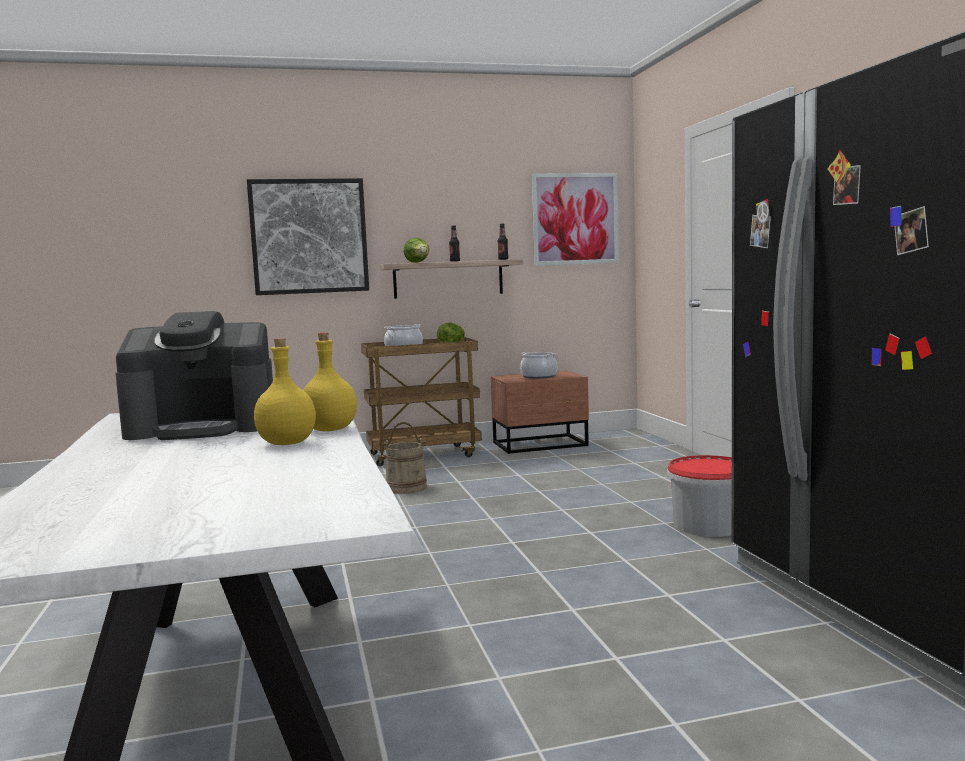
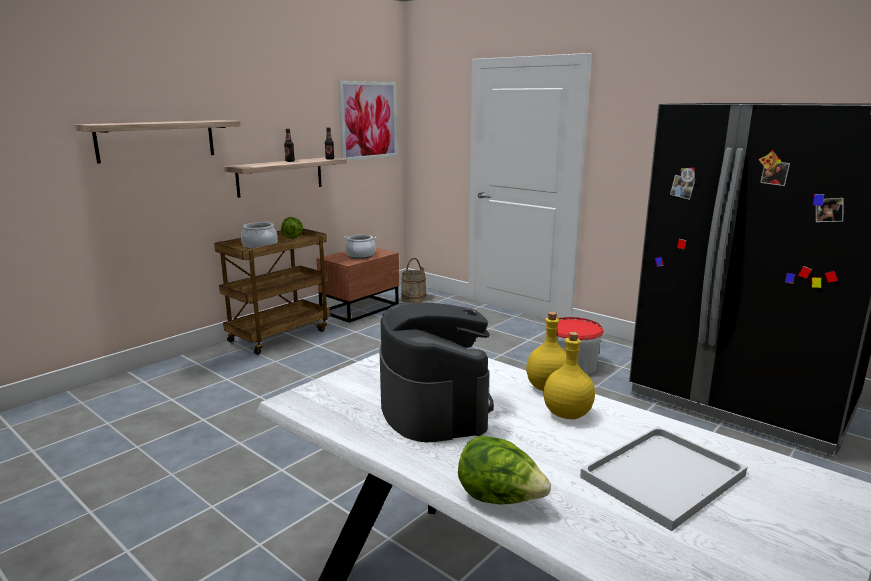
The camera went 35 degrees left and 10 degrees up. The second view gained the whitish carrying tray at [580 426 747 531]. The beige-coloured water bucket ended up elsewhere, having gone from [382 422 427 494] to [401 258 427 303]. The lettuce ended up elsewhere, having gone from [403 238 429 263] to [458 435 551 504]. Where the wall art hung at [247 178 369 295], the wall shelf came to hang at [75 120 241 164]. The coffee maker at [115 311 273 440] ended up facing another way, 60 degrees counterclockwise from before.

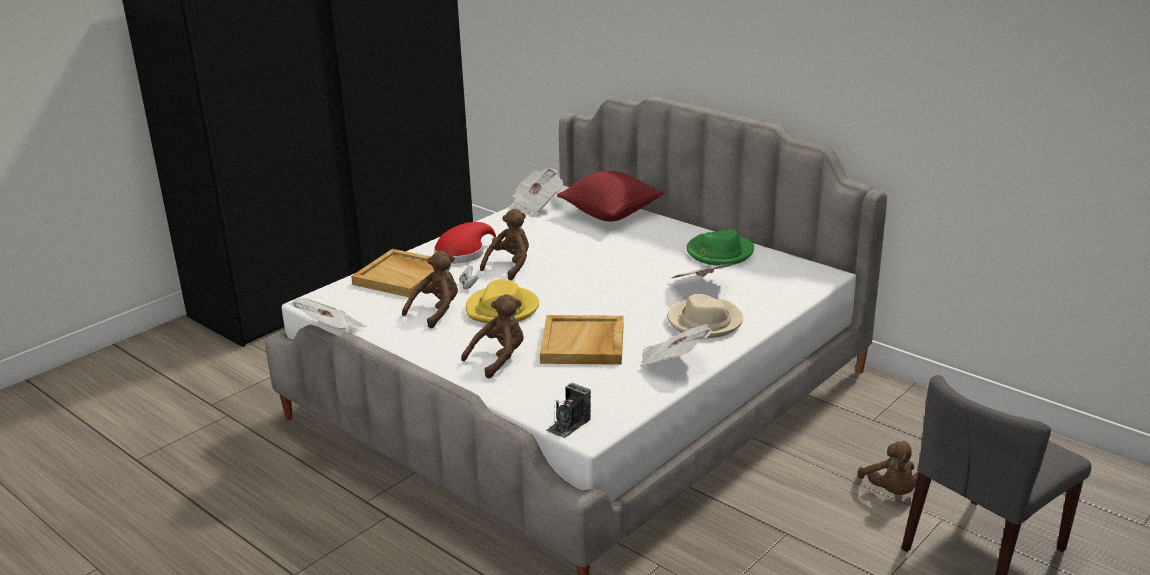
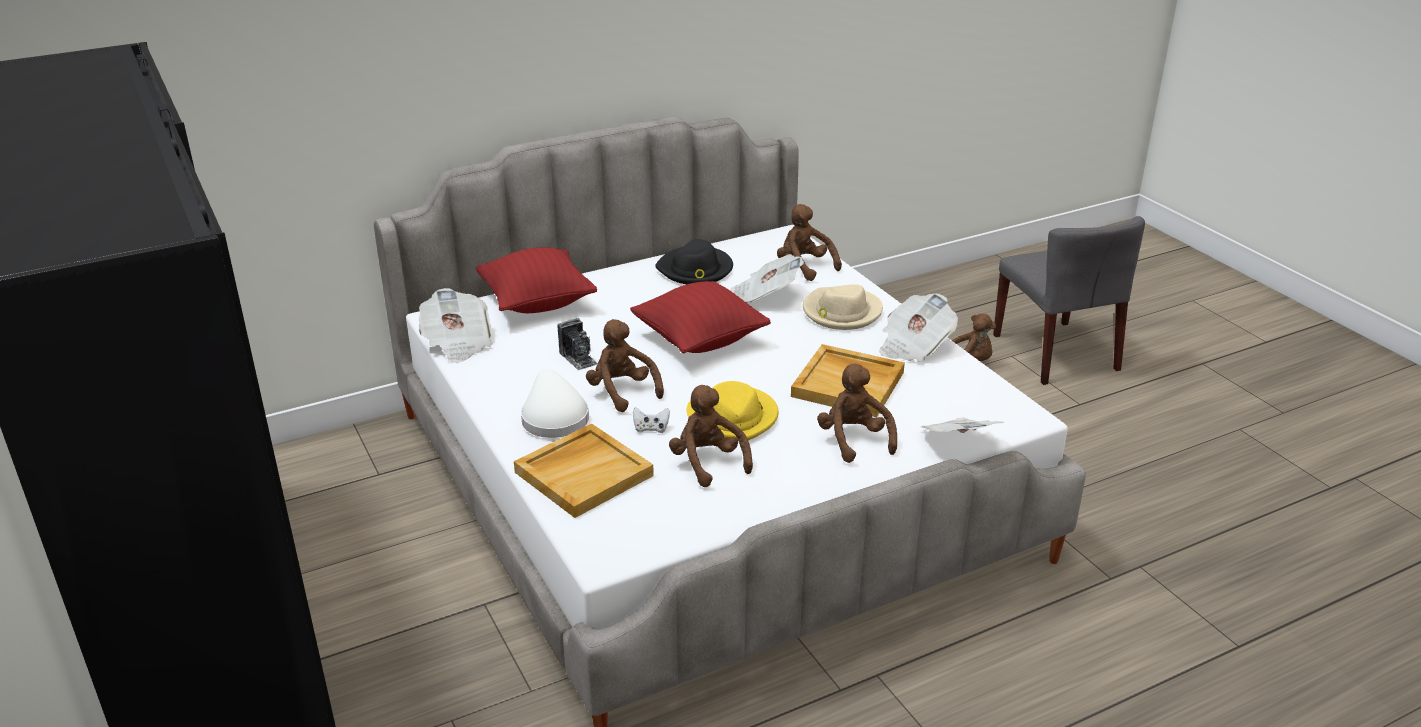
The camera went 70 degrees left and 5 degrees up. The second view gained the reddish cushion at [630 281 771 353]. The second view gained the brown soft toy at [777 204 842 281]. The newspaper ended up elsewhere, having gone from [289 298 367 329] to [921 418 1004 433]. The still camera ended up elsewhere, having gone from [546 383 591 438] to [557 318 598 371]. What was the reddish wearable hat at [434 222 497 263] turned into the whitish wearable hat at [521 369 589 438]. What was the green-coloured wearable hat at [686 229 754 265] turned into the black-coloured wearable hat at [655 239 733 284].

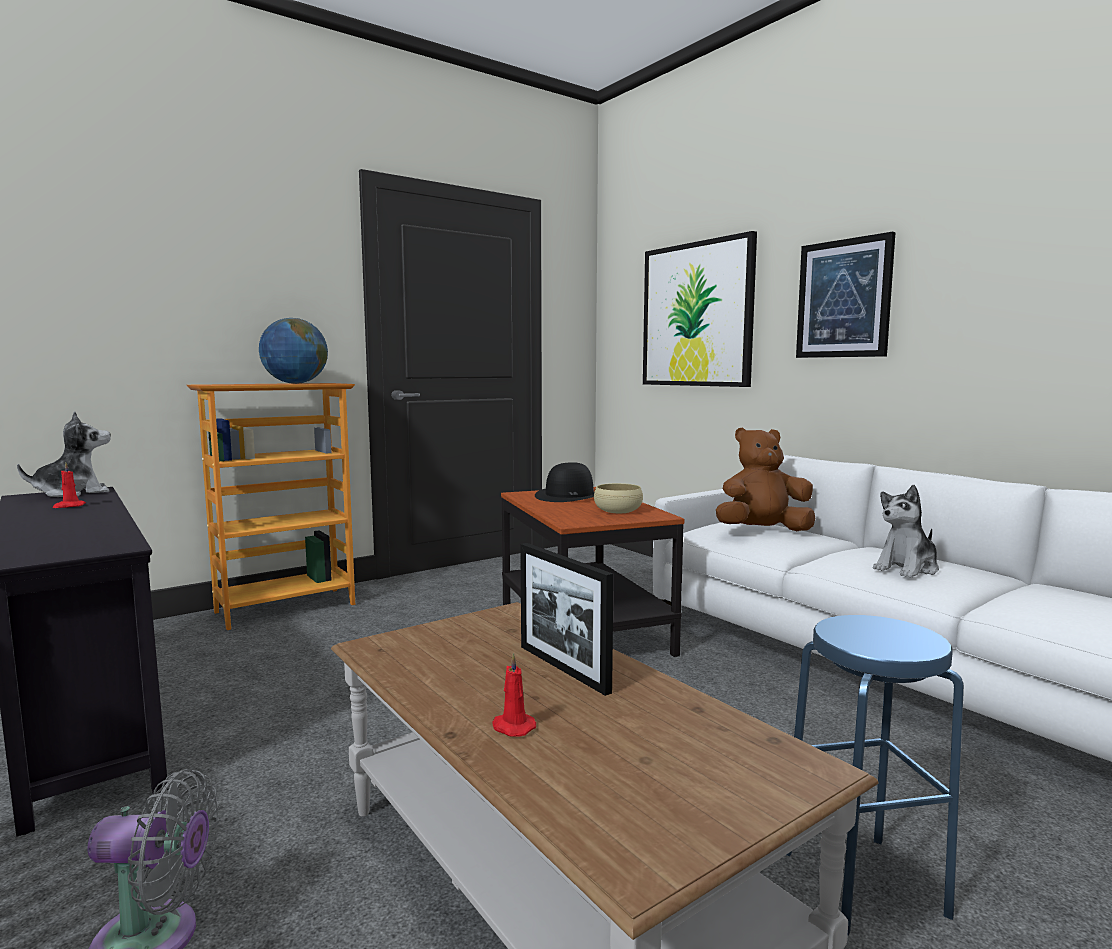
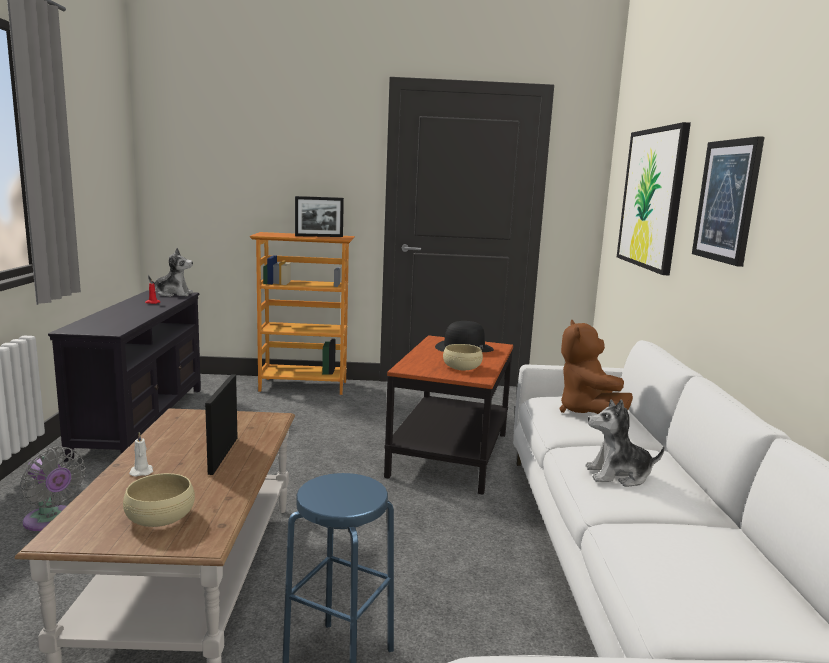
The camera went 35 degrees right and 5 degrees up. The second view gained the beige-coloured bowl at [123 473 195 527]. Where the globe stood at [259 318 328 384], the standing frame came to stand at [295 196 344 237]. What was the reddish wax light at [492 653 536 737] turned into the whitish wax light at [129 432 153 477]. The brown soft toy at [716 427 815 531] ended up facing another way, 120 degrees counterclockwise from before.

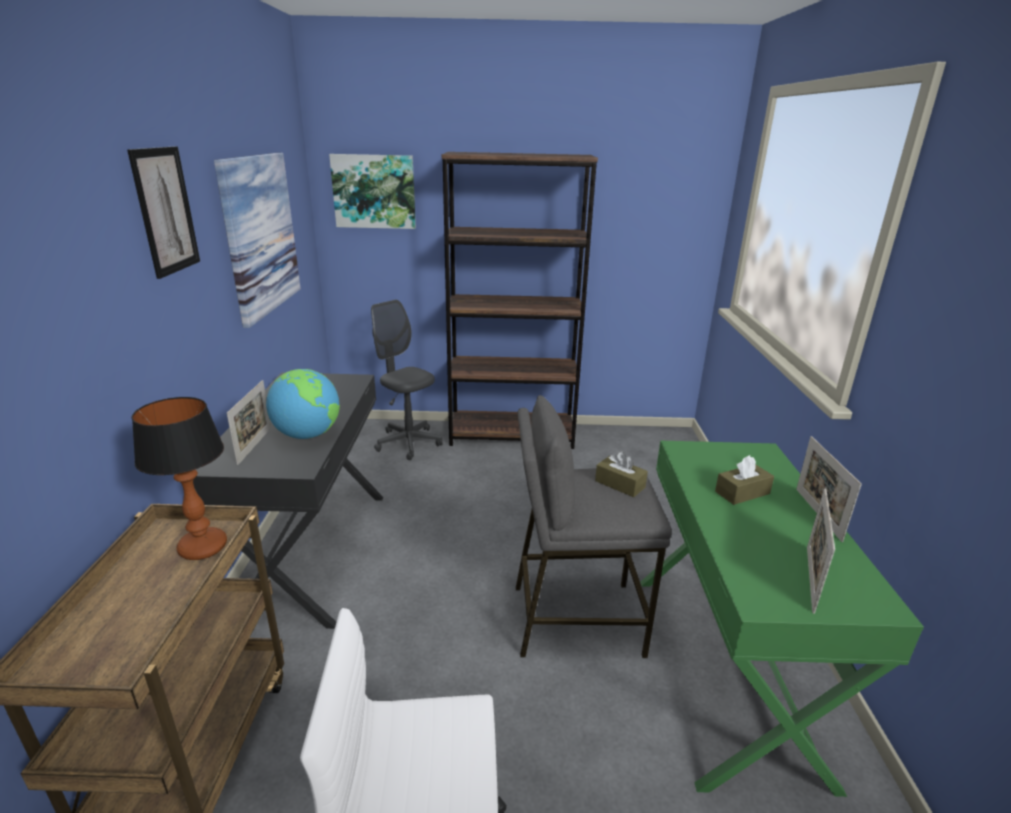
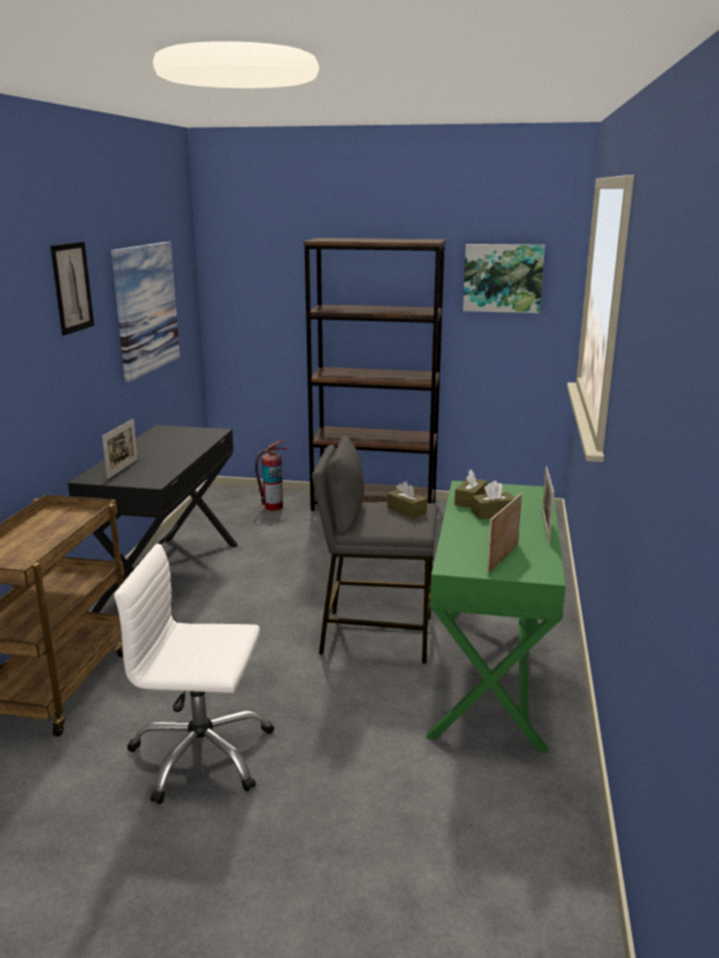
The camera went 10 degrees right and 5 degrees down. The second view lost the table lamp at [131 397 227 560]. The second view lost the globe at [266 369 340 439]. The second view gained the brown tissue holder at [455 469 488 508]. The wall art ended up elsewhere, having gone from [329 154 416 229] to [463 244 545 313]. Where the gray desk chair stood at [371 300 443 460], the fire extinguisher came to stand at [255 440 287 511].

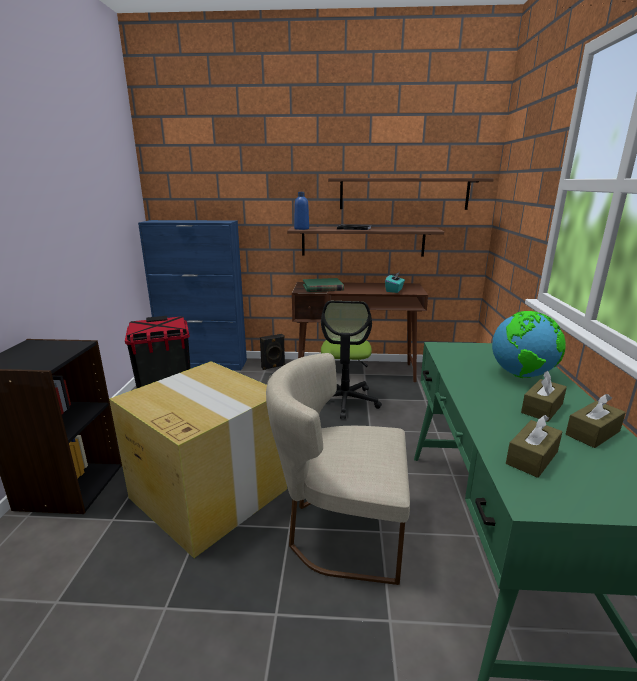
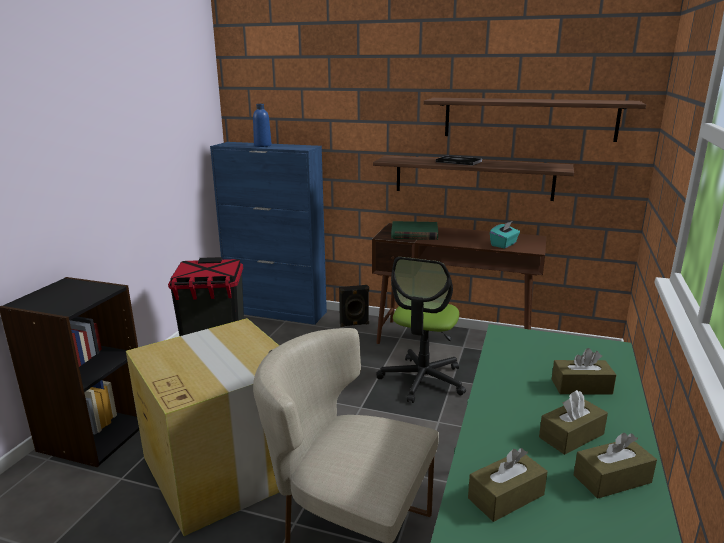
The camera went 15 degrees right and 0 degrees up. The blue-coloured bottle ended up elsewhere, having gone from [294 192 309 230] to [253 104 272 147]. Where the globe stood at [492 311 566 378], the brown tissue holder came to stand at [552 348 616 395].

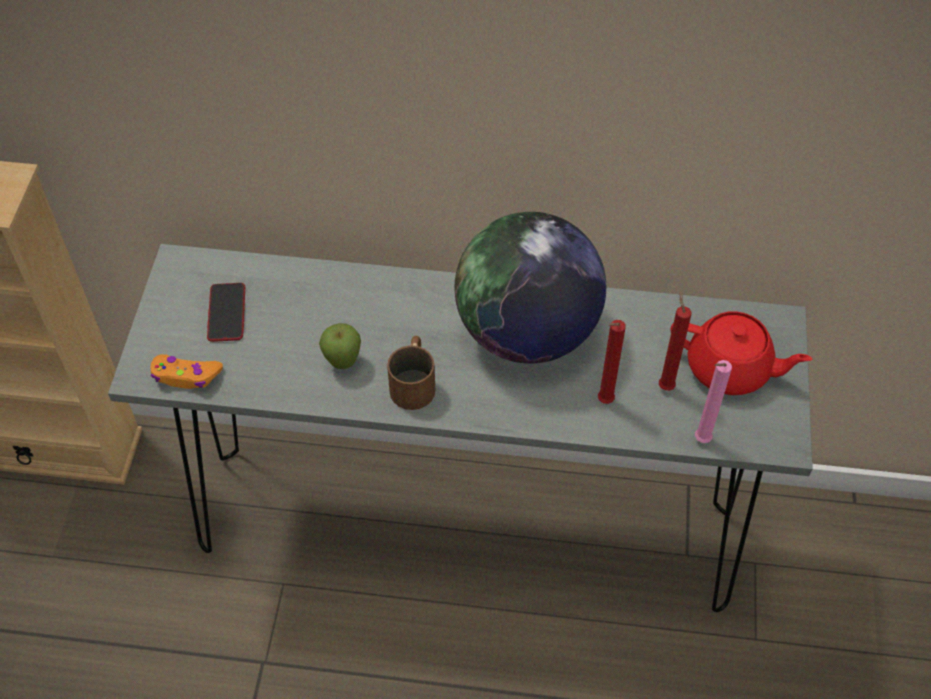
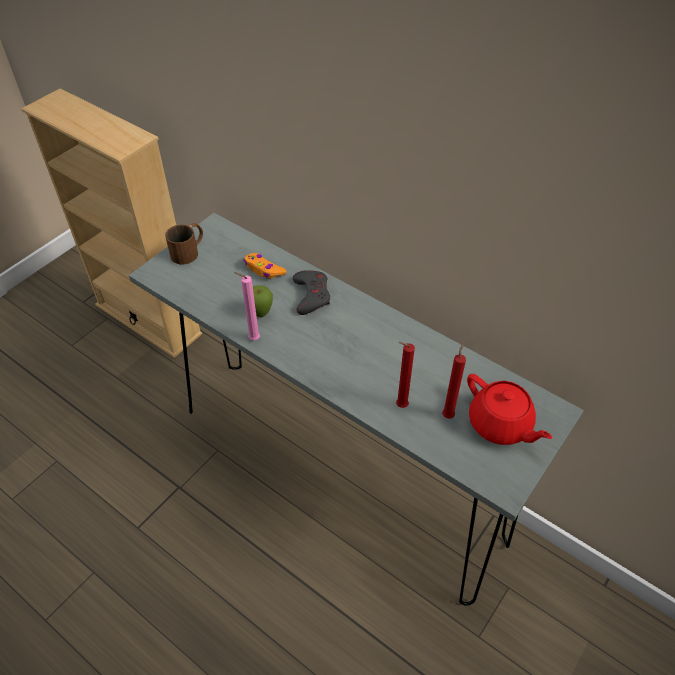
The camera went 30 degrees right and 5 degrees down. The second view lost the telephone at [207 283 245 342]. The second view lost the globe at [455 212 606 364]. The second view gained the gray gamepad at [293 270 330 315]. The orange gamepad ended up elsewhere, having gone from [151 354 223 389] to [244 253 287 279]. The brown coffee mug ended up elsewhere, having gone from [387 336 435 410] to [165 223 203 264]. The pink-coloured wax light ended up elsewhere, having gone from [695 360 732 443] to [234 272 260 340].

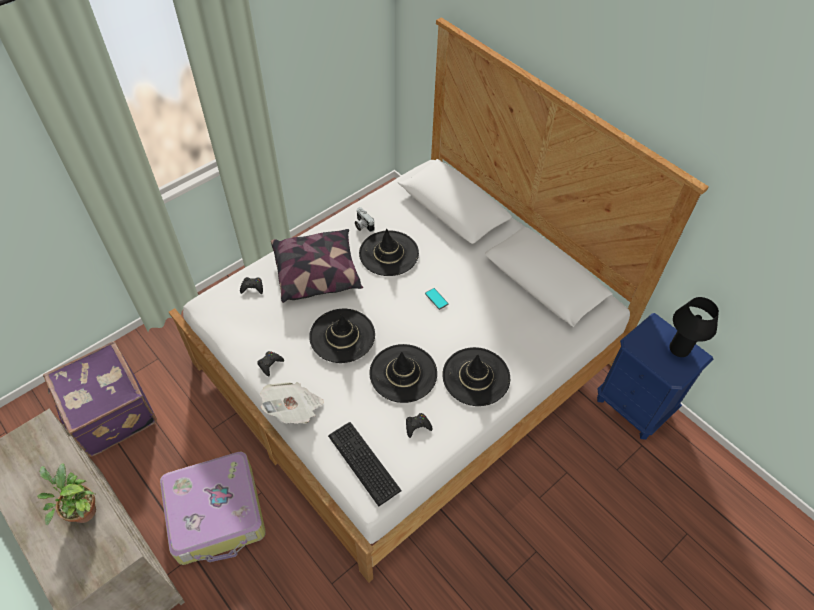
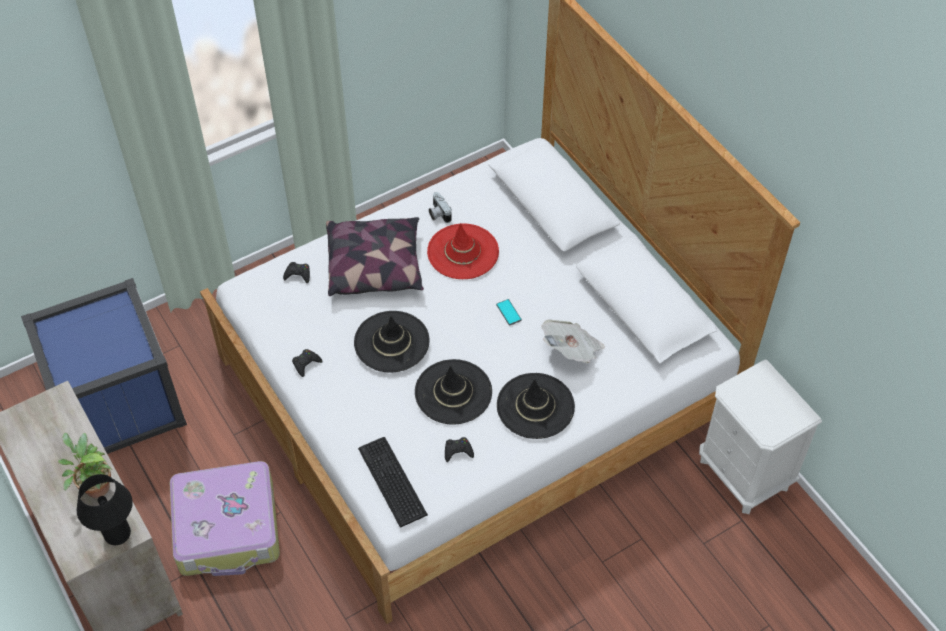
The camera went 10 degrees right and 0 degrees up. The newspaper ended up elsewhere, having gone from [260 382 324 424] to [541 319 605 363]. The black-coloured table lamp ended up elsewhere, having gone from [669 297 719 357] to [77 474 133 545]. Where the purplish suitcase stood at [43 341 157 457], the blue-coloured storage box came to stand at [21 278 187 454]. What was the black-coloured wearable hat at [359 229 419 276] turned into the reddish wearable hat at [427 223 499 279]. What was the blue-coloured night table at [597 313 714 440] turned into the whitish night table at [699 359 822 514].

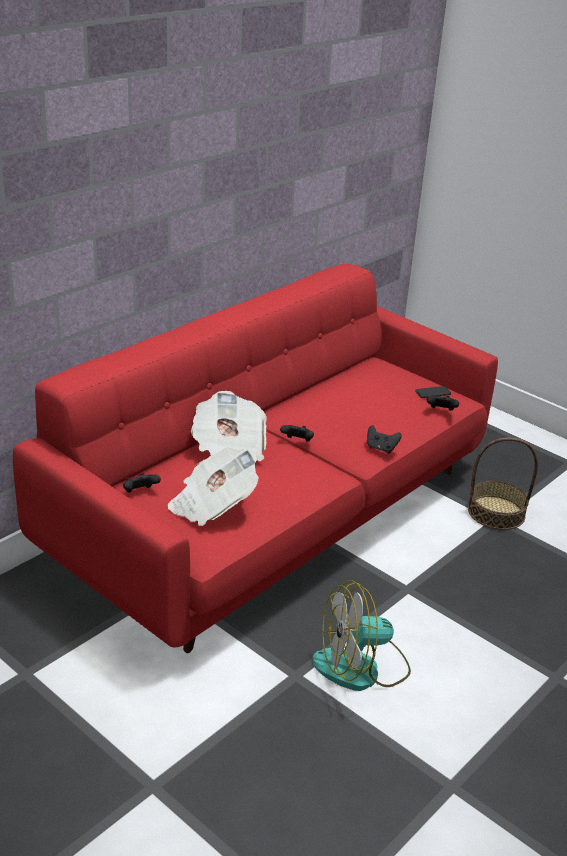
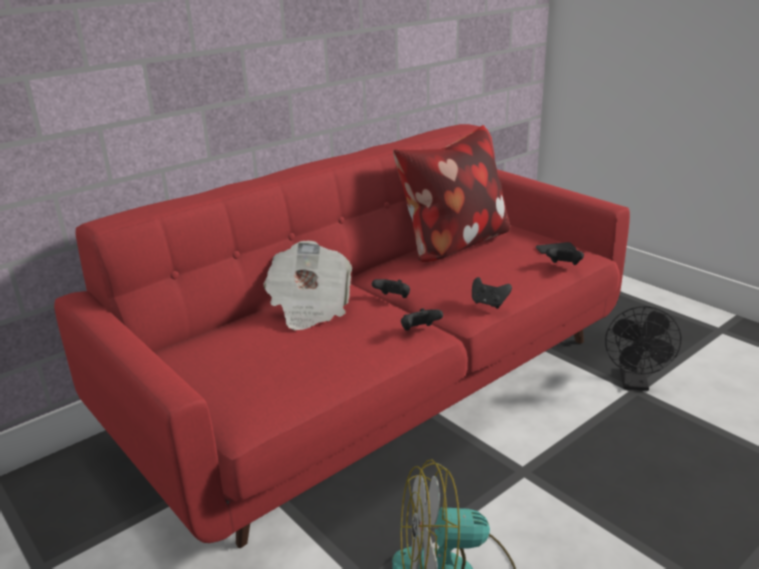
The camera went 10 degrees right and 5 degrees down. The second view lost the newspaper at [168 447 259 526]. The second view gained the cushion at [393 125 510 262]. The black-coloured gamepad ended up elsewhere, having gone from [123 473 161 492] to [401 308 443 331]. Where the household basket stood at [468 437 538 530], the black-coloured fan came to stand at [605 306 681 391].

